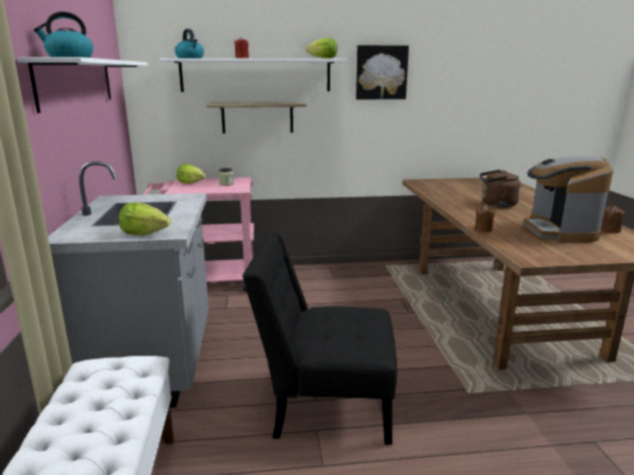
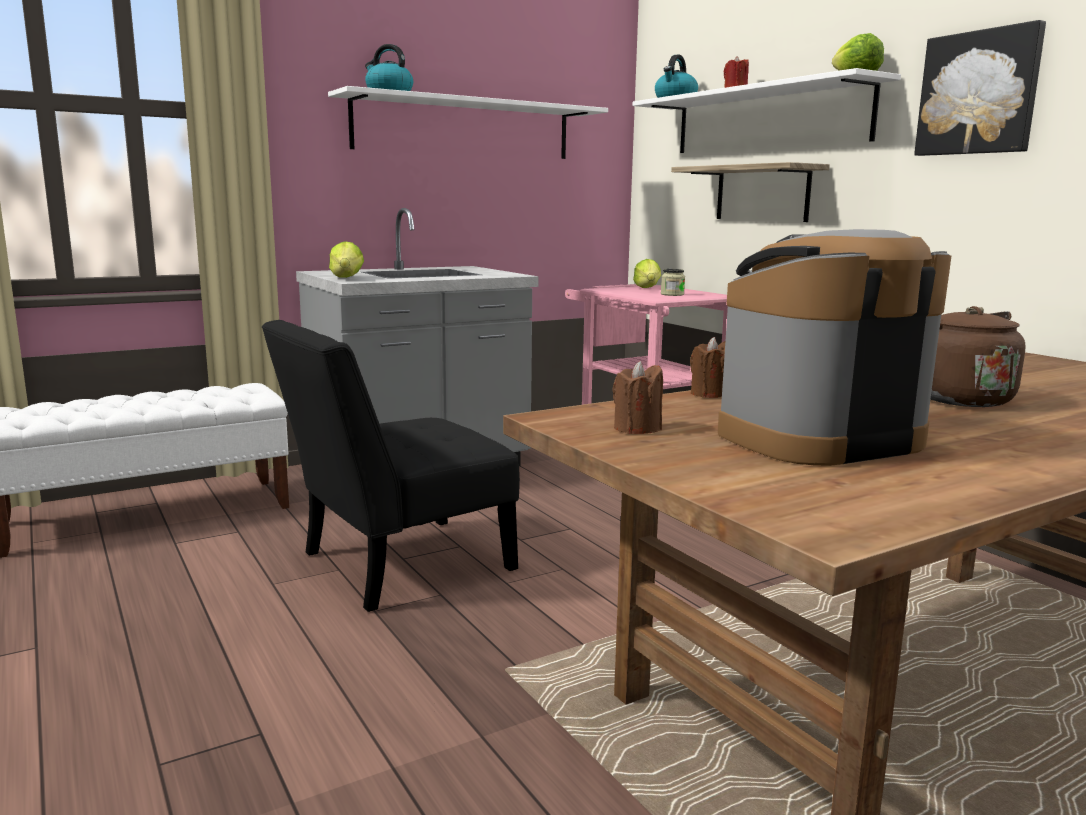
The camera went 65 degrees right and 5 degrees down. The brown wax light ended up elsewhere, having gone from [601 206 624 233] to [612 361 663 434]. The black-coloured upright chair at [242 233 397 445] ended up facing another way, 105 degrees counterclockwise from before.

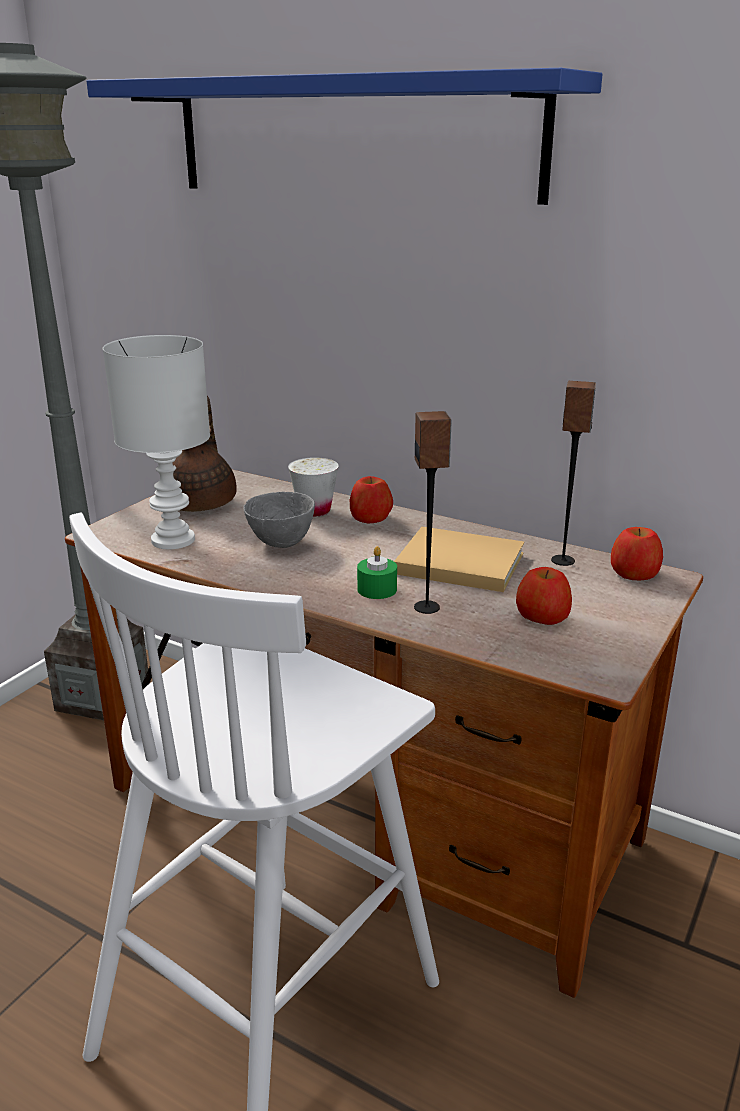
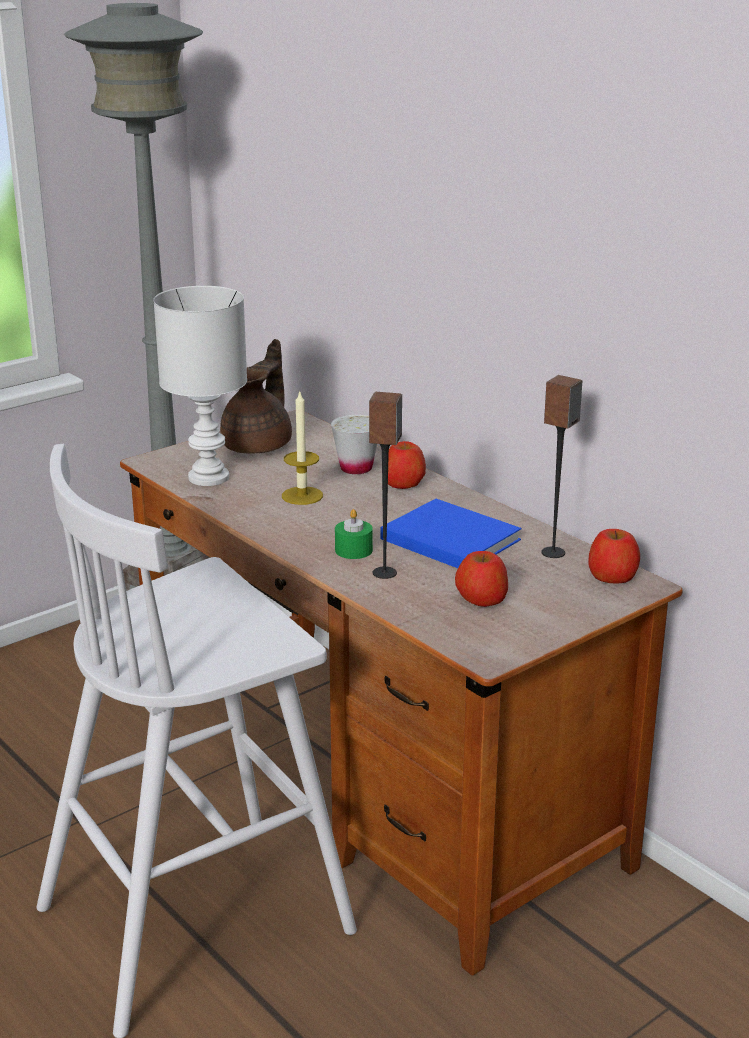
The camera went 20 degrees right and 0 degrees up. The second view lost the blue-coloured wall shelf at [87 68 603 205]. Where the gray bowl stood at [243 492 315 548], the wax light came to stand at [282 392 323 505]. What was the beige-coloured volume at [394 527 524 592] turned into the blue-coloured volume at [380 499 522 568].

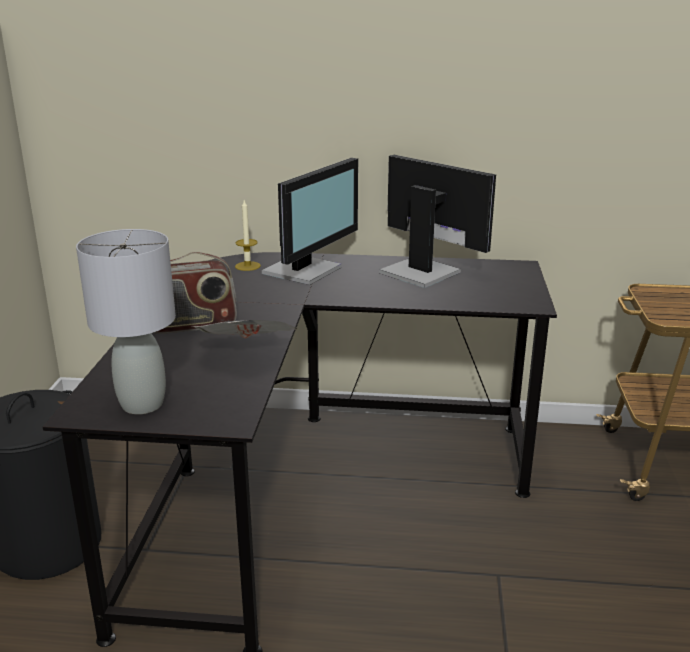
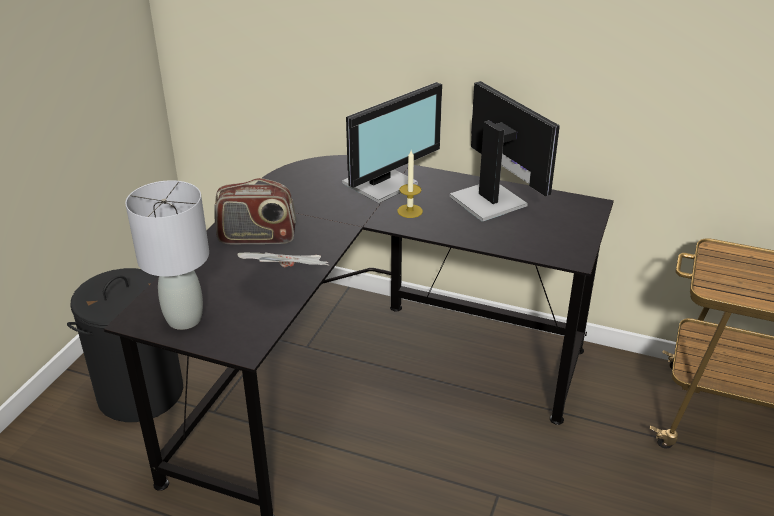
The camera went 15 degrees right and 10 degrees up. The wax light ended up elsewhere, having gone from [235 200 261 271] to [397 150 423 218].

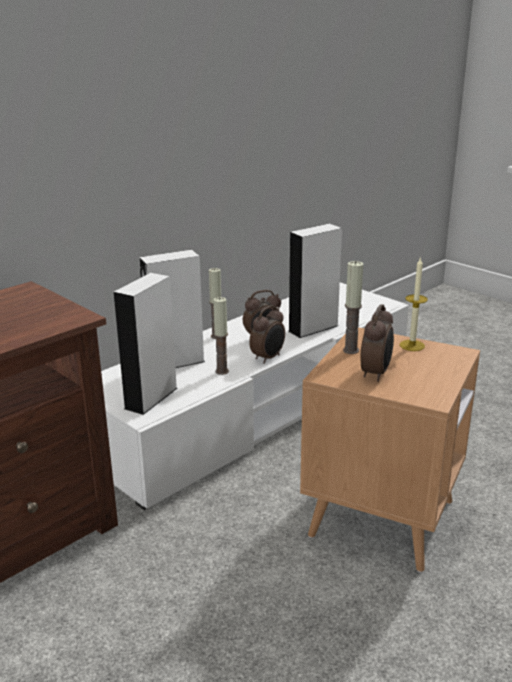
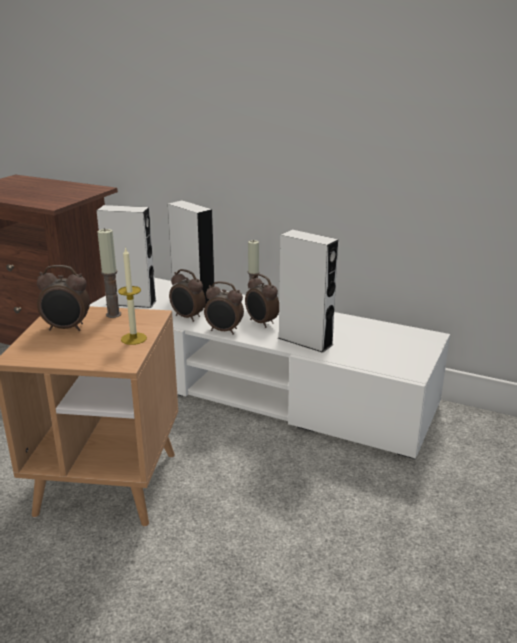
The camera went 70 degrees right and 0 degrees up. Where the wax light stood at [213 297 229 375], the alarm clock came to stand at [169 269 206 322].

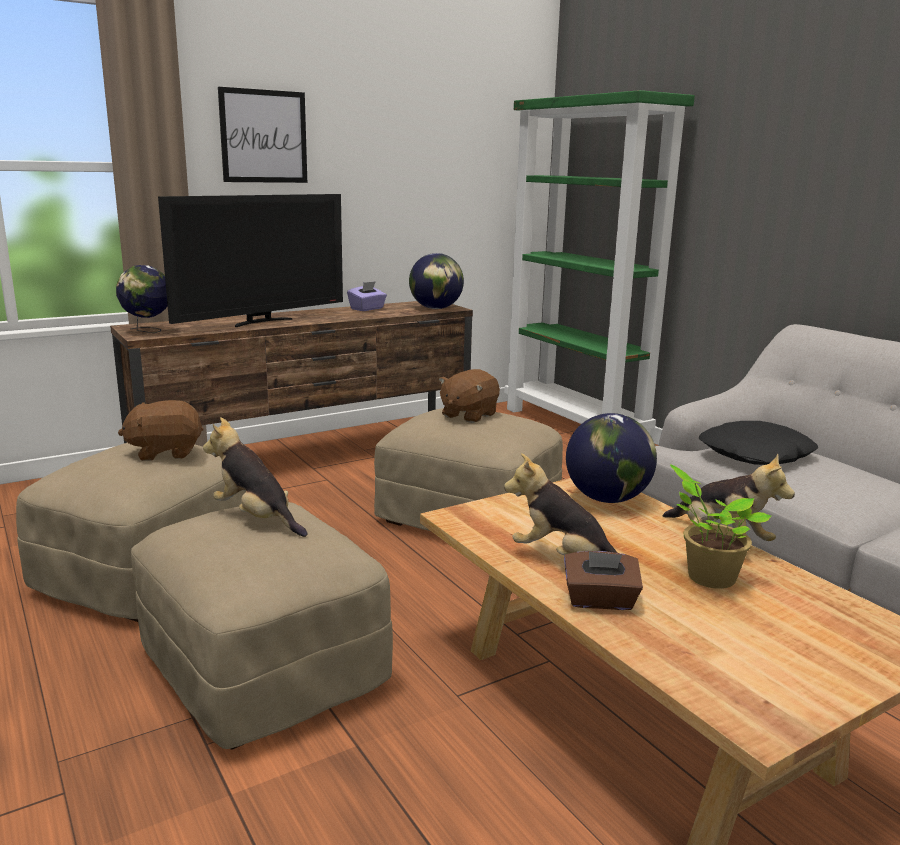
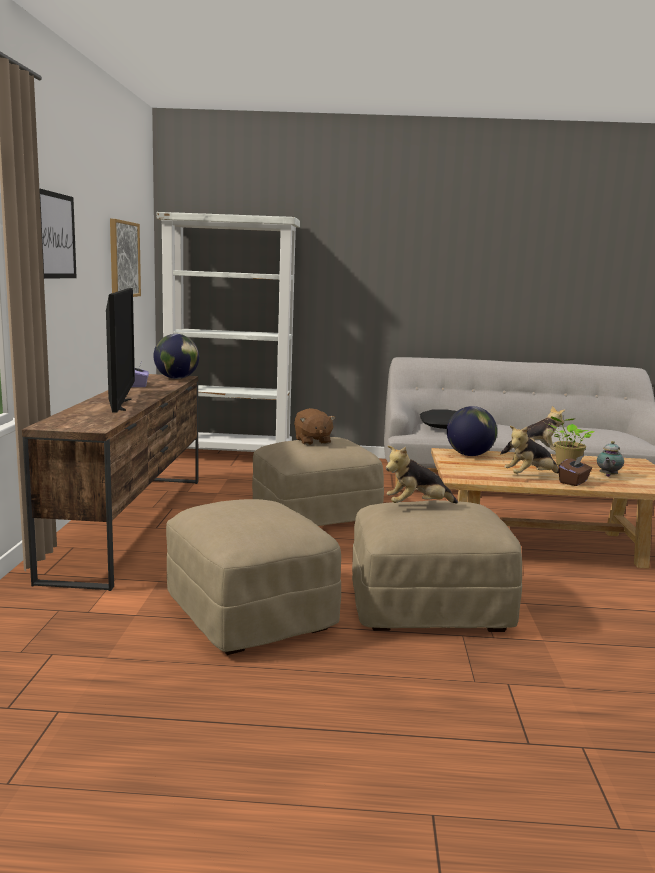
The camera went 55 degrees left and 5 degrees down. The second view lost the globe at [116 265 168 333]. The second view lost the brown soft toy at [118 400 203 461]. The second view gained the wall art at [110 219 141 297]. The second view gained the teapot at [597 441 624 477]. What was the green-coloured bookcase at [504 90 695 434] turned into the whitish bookcase at [156 212 300 450].

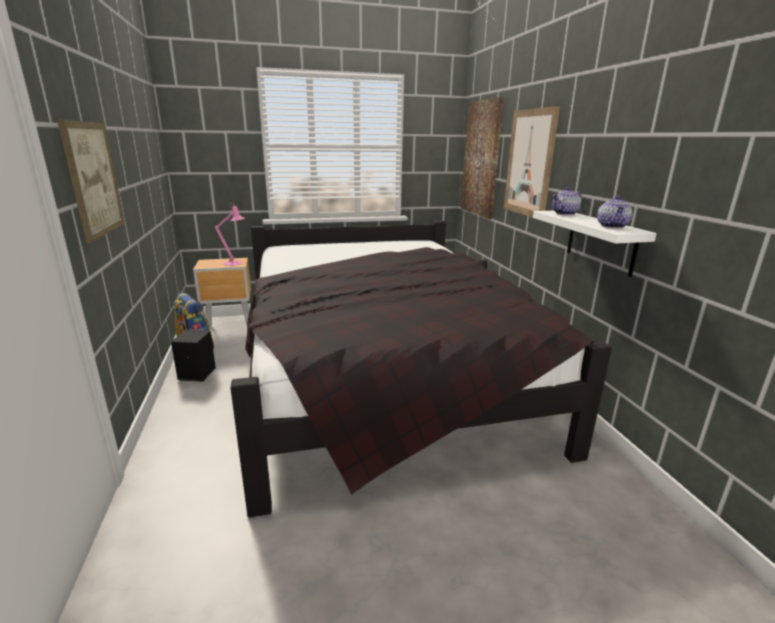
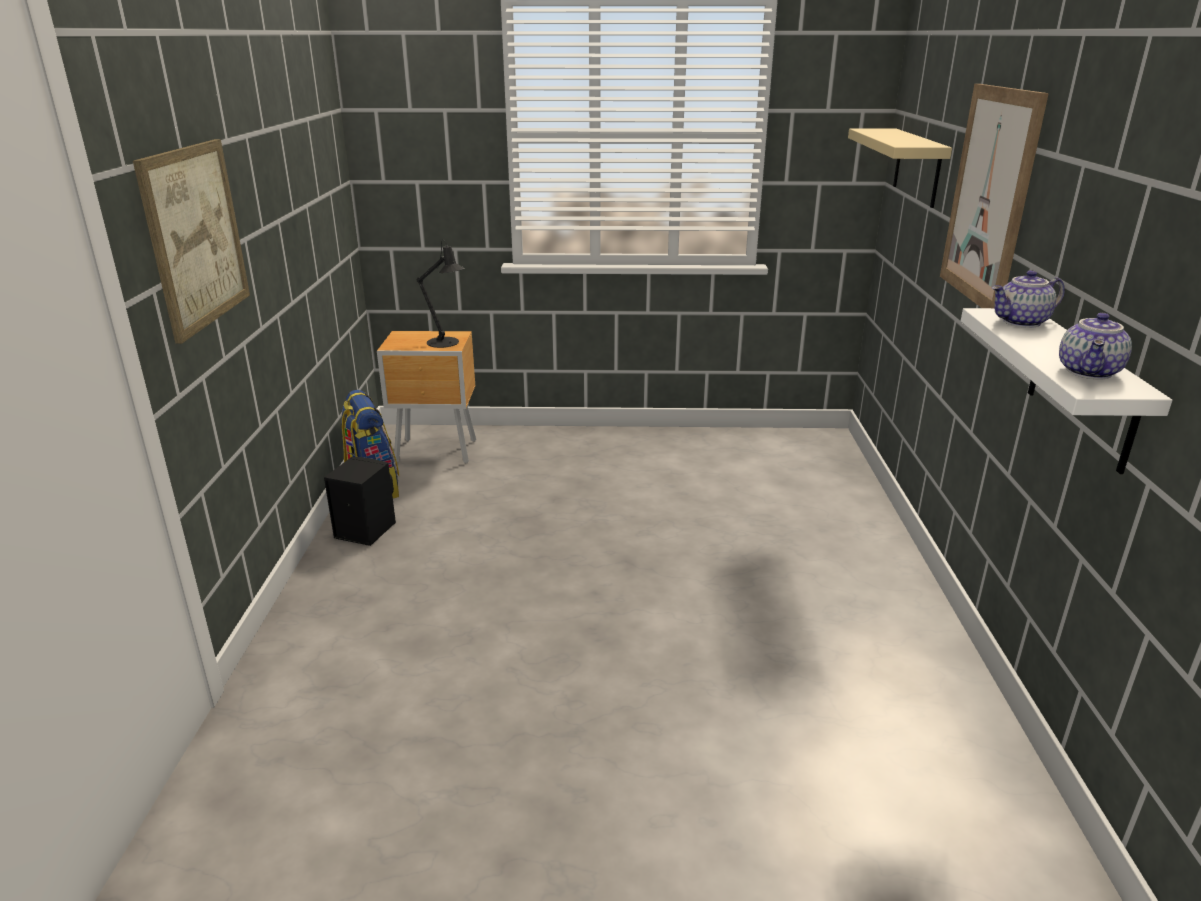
The camera went 15 degrees right and 5 degrees up. The second view lost the black-coloured bed at [231 221 612 518]. Where the wall art hung at [461 97 504 219], the beige-coloured wall shelf came to hang at [848 129 952 208]. What was the pink-coloured table lamp at [215 202 245 266] turned into the black-coloured table lamp at [417 240 464 348].

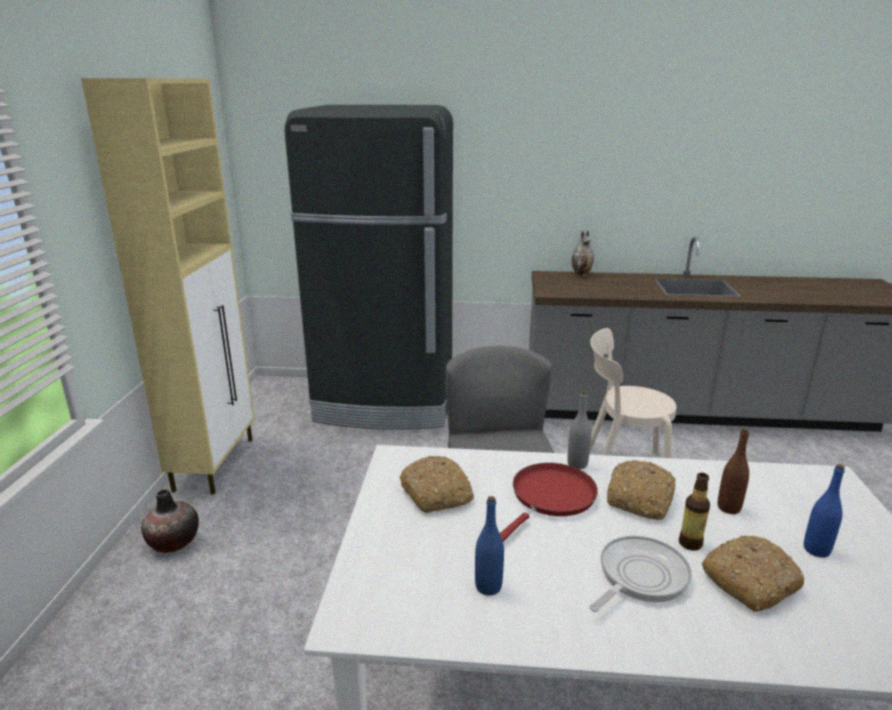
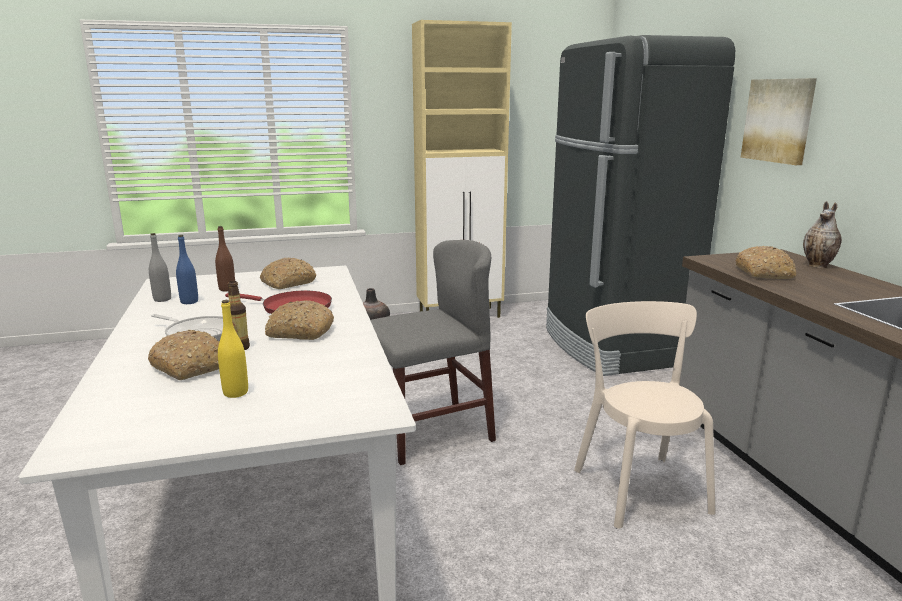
The camera went 70 degrees right and 5 degrees down. The second view gained the bakery bread at [735 246 797 279]. The second view gained the wall art at [741 78 817 165]. The gray bottle ended up elsewhere, having gone from [567 391 591 469] to [149 233 171 302]. The brown bottle ended up elsewhere, having gone from [718 428 749 514] to [215 226 235 291]. What was the blue-coloured bottle at [804 464 845 558] turned into the yellowish bottle at [218 300 248 398].

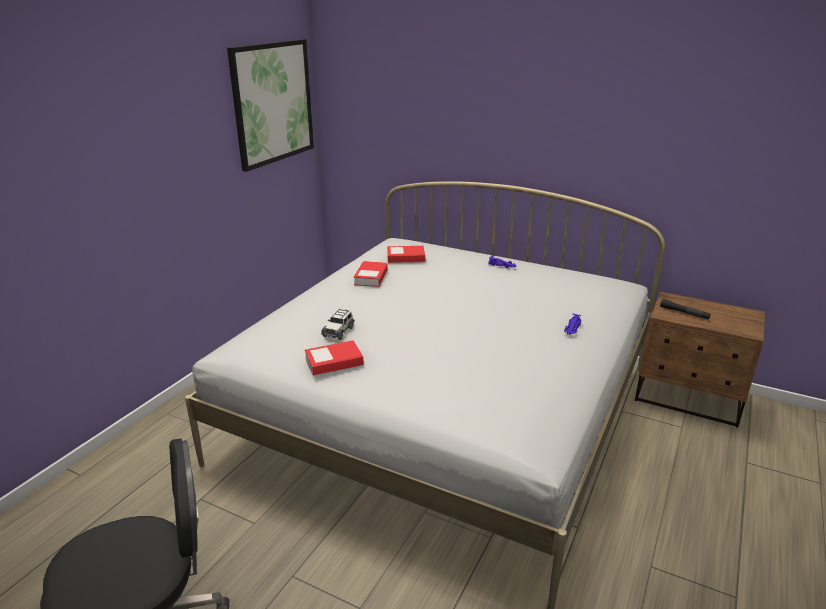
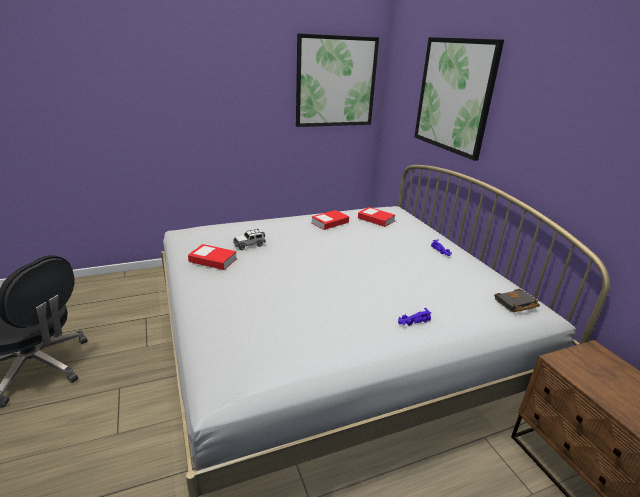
The camera went 40 degrees right and 0 degrees up. The second view lost the black-coloured torch at [660 299 710 319]. The second view gained the wall art at [414 37 504 161]. The second view gained the black-coloured volume at [494 289 540 312].

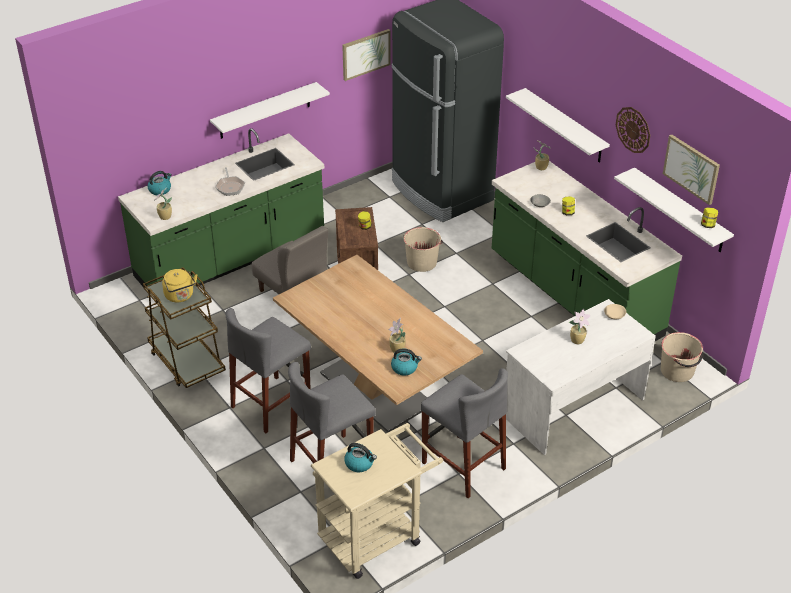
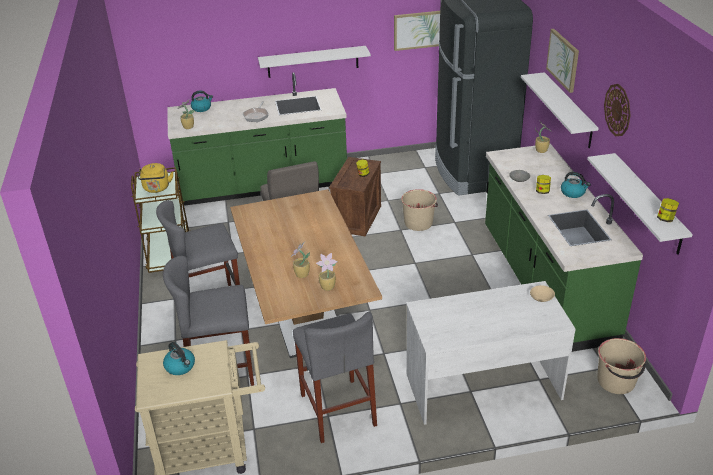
The camera went 25 degrees right and 5 degrees down. The water kettle ended up elsewhere, having gone from [391 348 422 375] to [561 172 591 198]. The plant in a pot ended up elsewhere, having gone from [569 309 591 344] to [316 253 337 291]. The wall art ended up elsewhere, having gone from [663 134 720 205] to [546 29 579 93].

